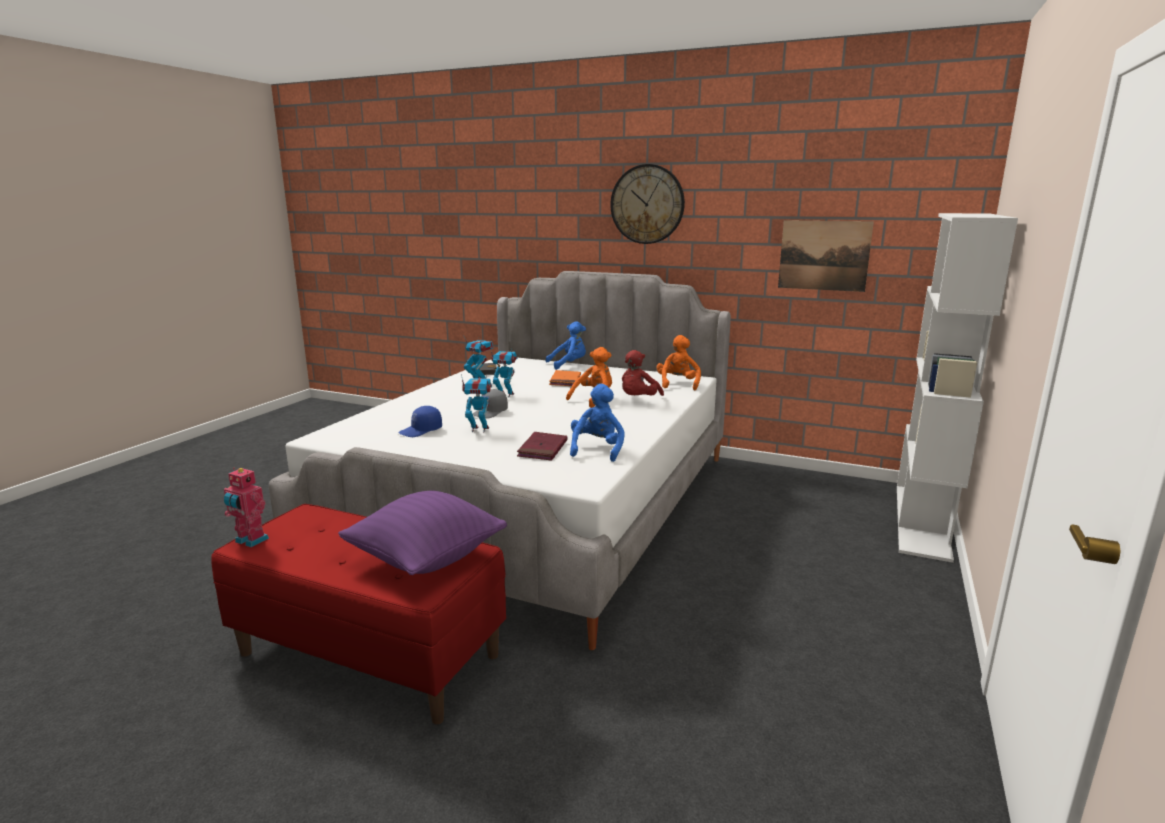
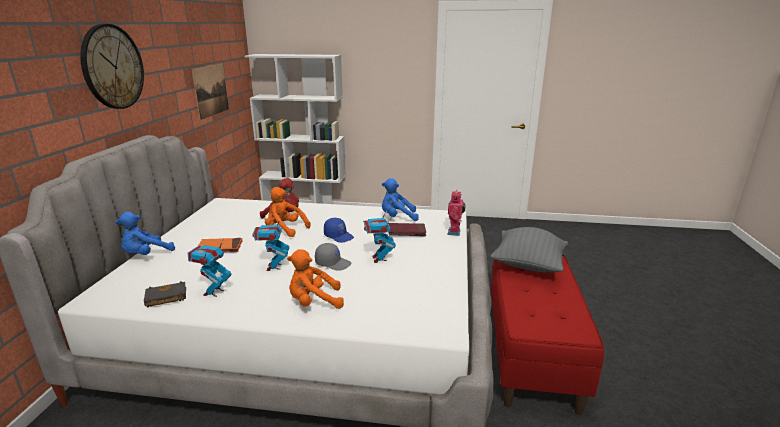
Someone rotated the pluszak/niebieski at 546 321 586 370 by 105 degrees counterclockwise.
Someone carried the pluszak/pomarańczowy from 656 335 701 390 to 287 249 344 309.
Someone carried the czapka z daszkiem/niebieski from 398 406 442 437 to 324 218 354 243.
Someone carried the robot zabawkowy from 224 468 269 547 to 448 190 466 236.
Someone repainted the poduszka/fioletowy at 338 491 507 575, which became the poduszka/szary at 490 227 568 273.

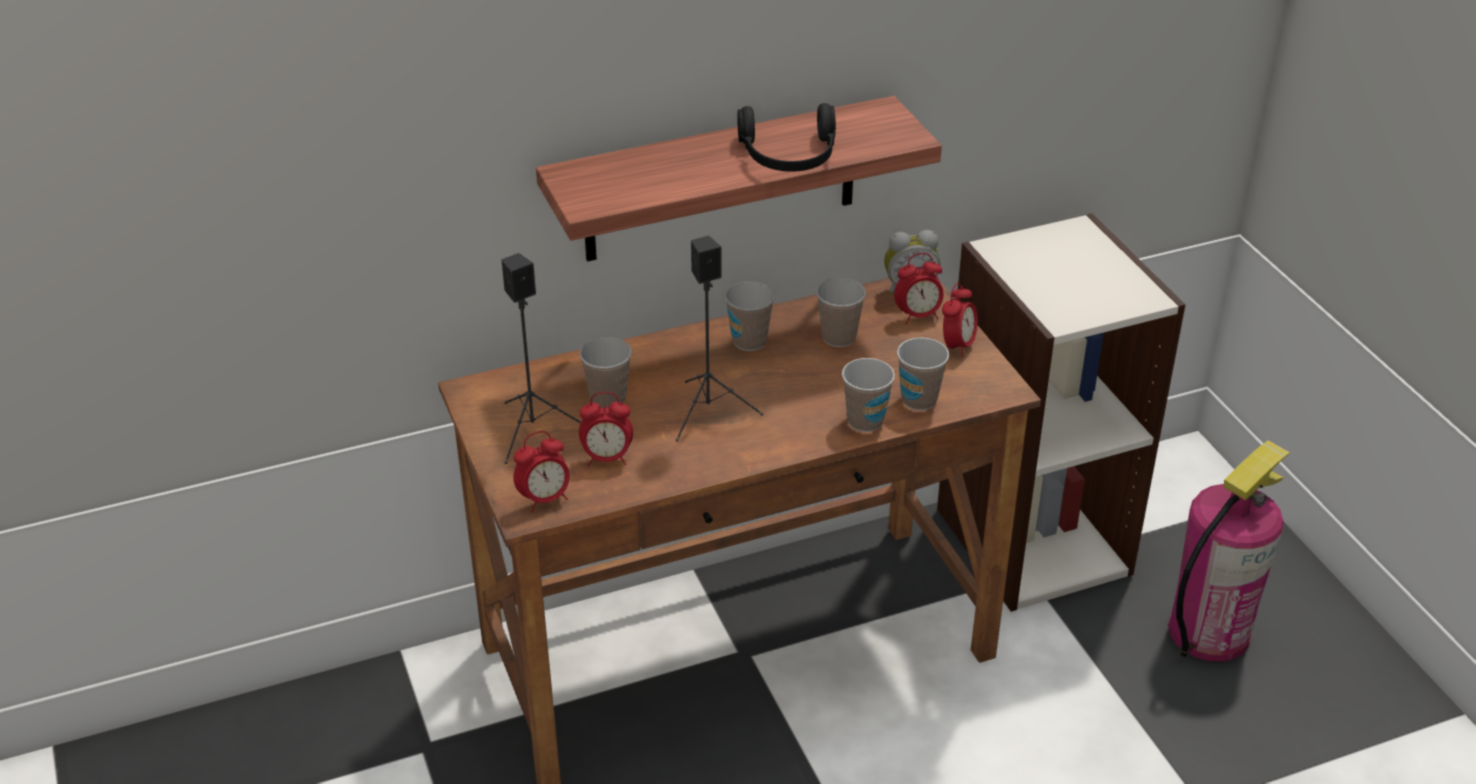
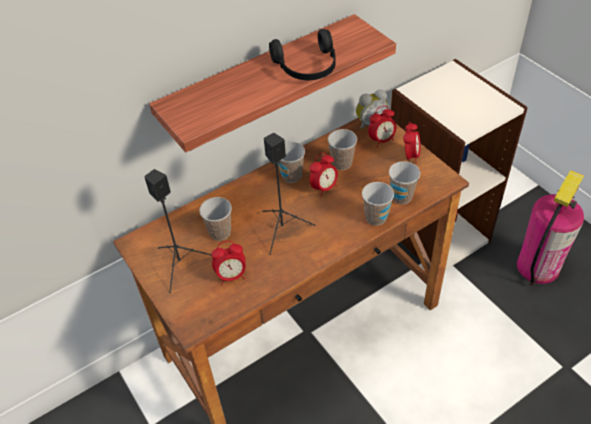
Someone carried the budzik from 513 431 570 512 to 310 152 338 197.

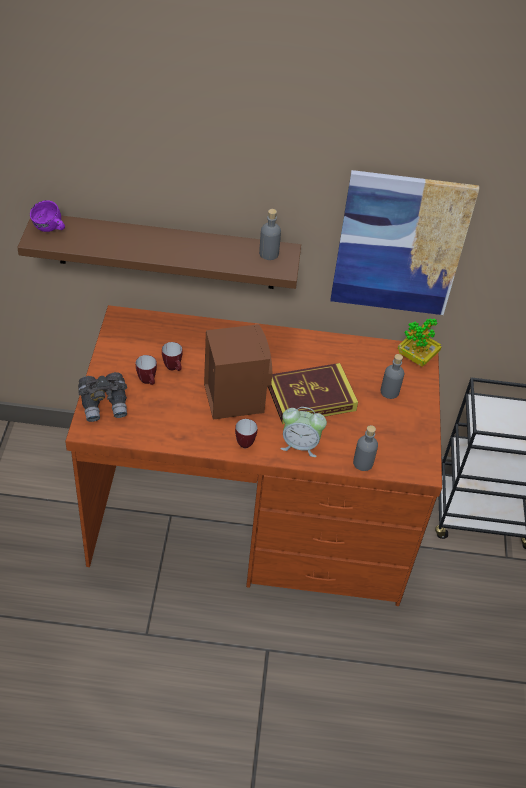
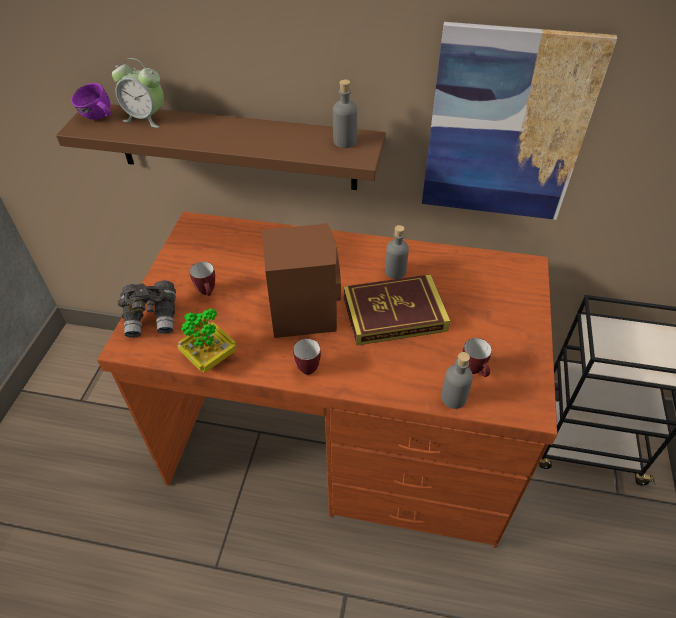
Someone carried the roślina doniczkowa from 398 319 441 367 to 177 309 237 373.
Someone carried the kubek from 162 342 183 371 to 463 338 492 377.
Someone carried the butelka/szary from 381 354 404 399 to 385 225 409 279.
Someone carried the budzik from 280 407 327 457 to 112 58 164 128.

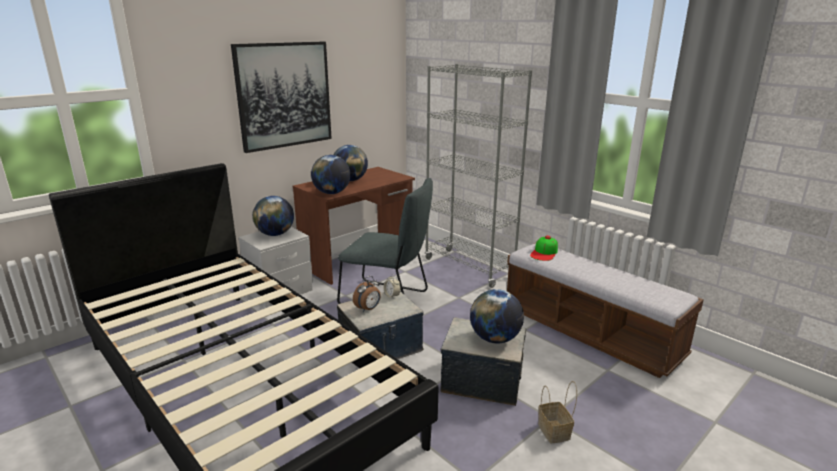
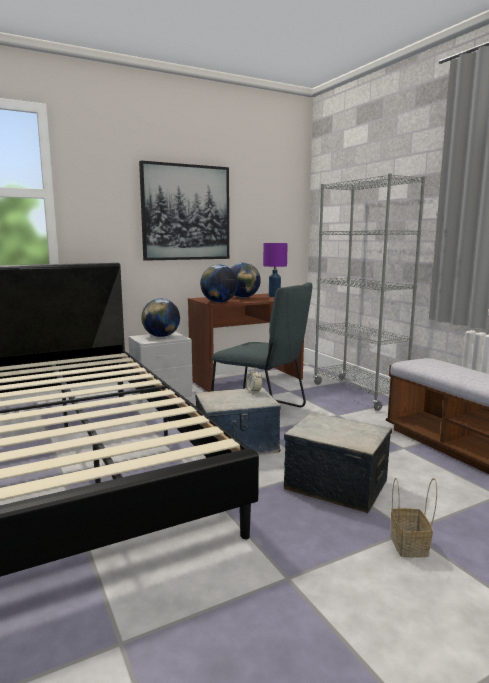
Someone took away the czapka z daszkiem at 530 236 558 261.
Someone took away the budzik at 353 276 381 312.
Someone took away the globus at 470 289 524 343.
Someone put down the lampa stołowa/fioletowy at 263 243 288 297.

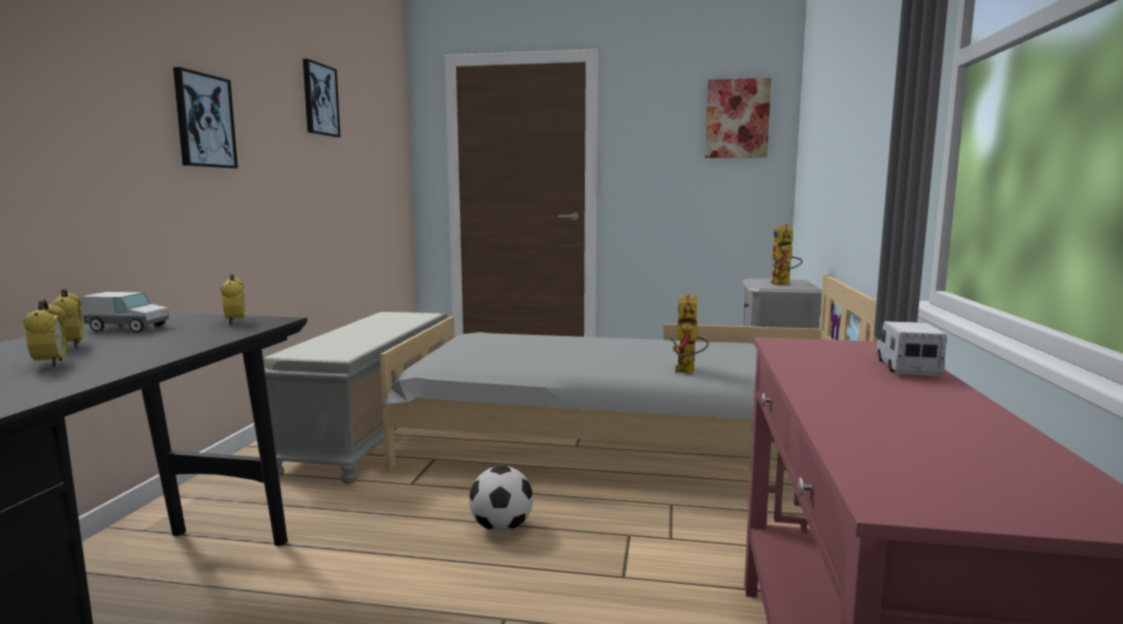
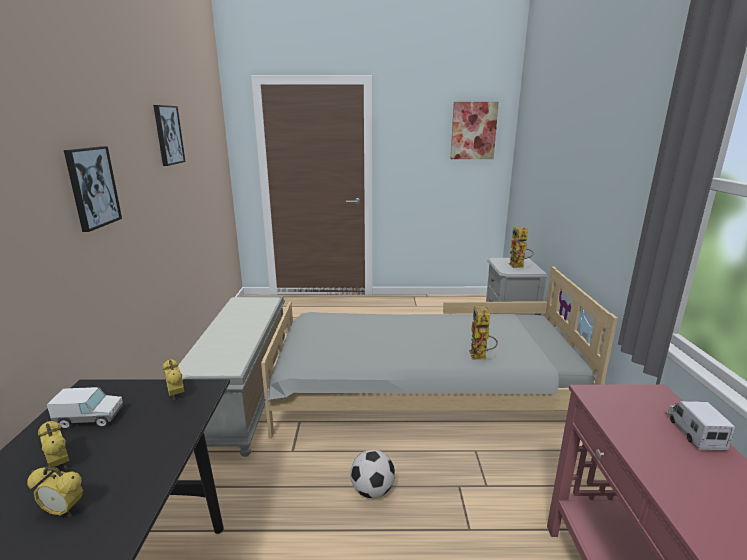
Someone rotated the budzik at 23 299 67 367 by 135 degrees clockwise.

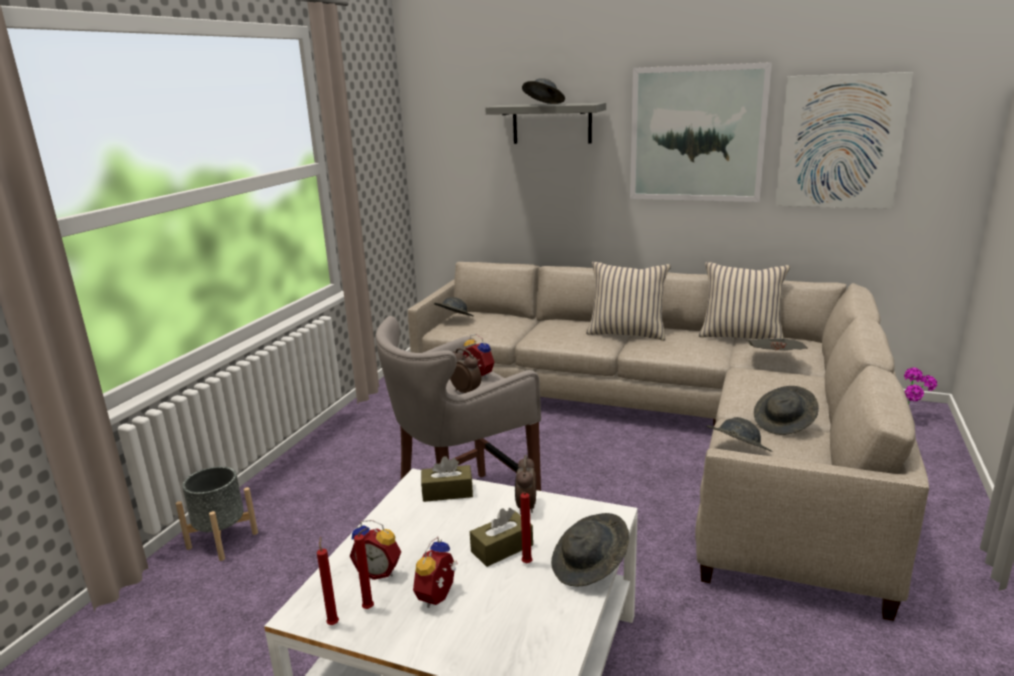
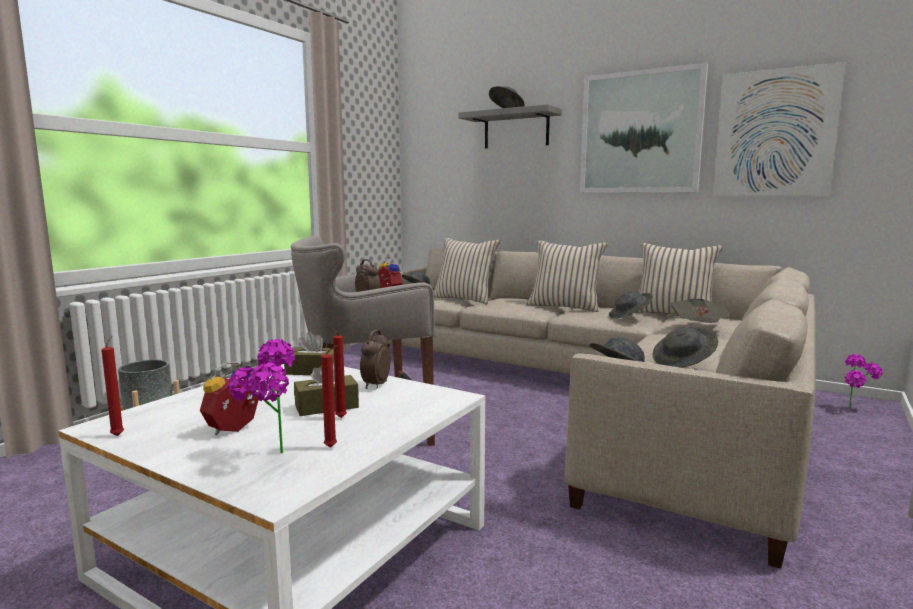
Someone carried the kapelusz/szary from 551 513 629 586 to 609 291 653 319.
Someone took away the budzik at 350 520 401 580.
Someone carried the świeca/czerwony from 354 528 374 609 to 321 345 337 448.
Someone put down the poduszka/beżowy at 433 238 500 305.
Someone put down the roślina doniczkowa at 228 339 295 453.

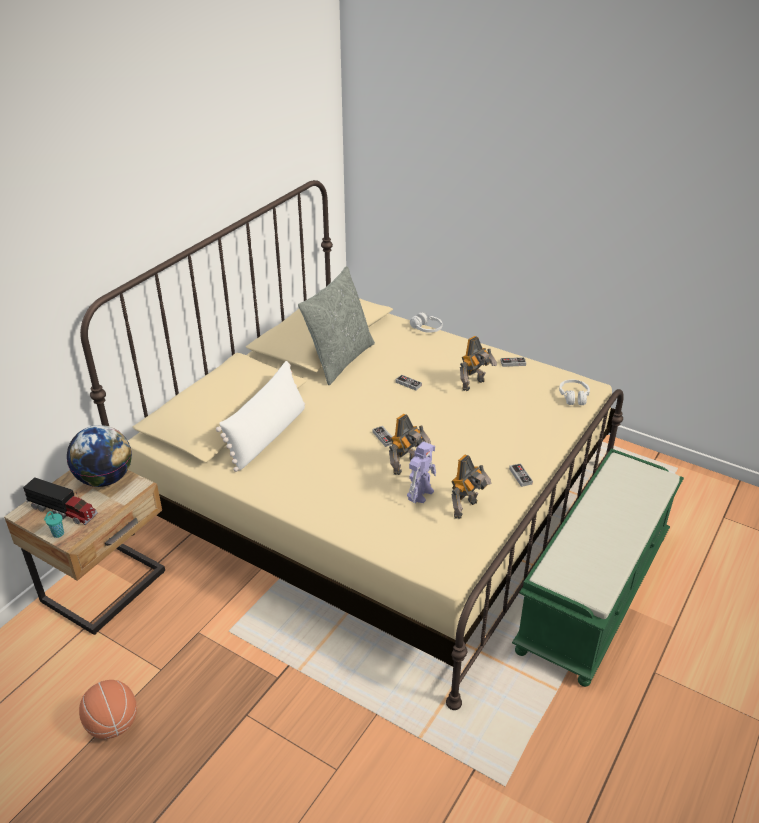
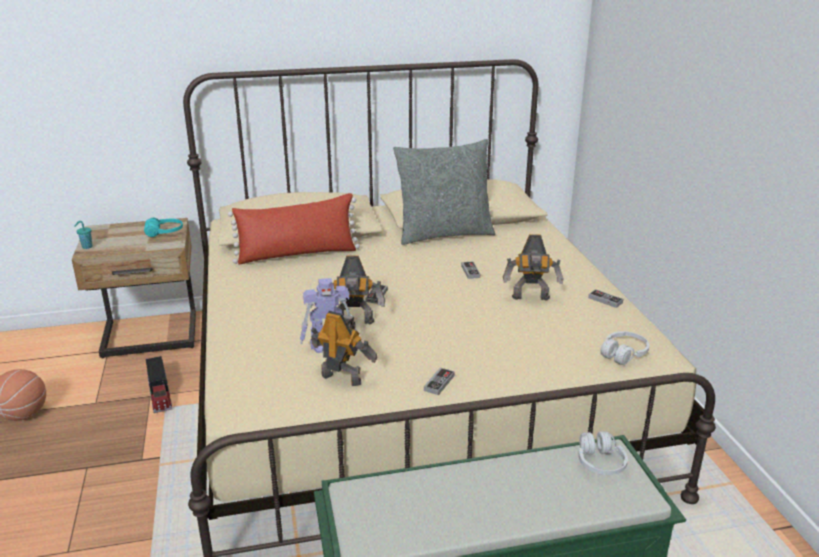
Someone carried the słuchawki/biały from 410 312 443 333 to 578 431 628 475.
Someone repainted the poduszka/biały at 216 361 305 472, which became the poduszka/czerwony at 228 193 360 264.
Someone swapped the globus at 67 425 132 487 for the słuchawki/turkusowy at 144 218 183 237.
Someone rotated the robot zabawkowy at 451 455 492 519 by 150 degrees counterclockwise.
Someone carried the ciężarówka zabawkowa from 23 477 98 525 to 146 356 172 413.

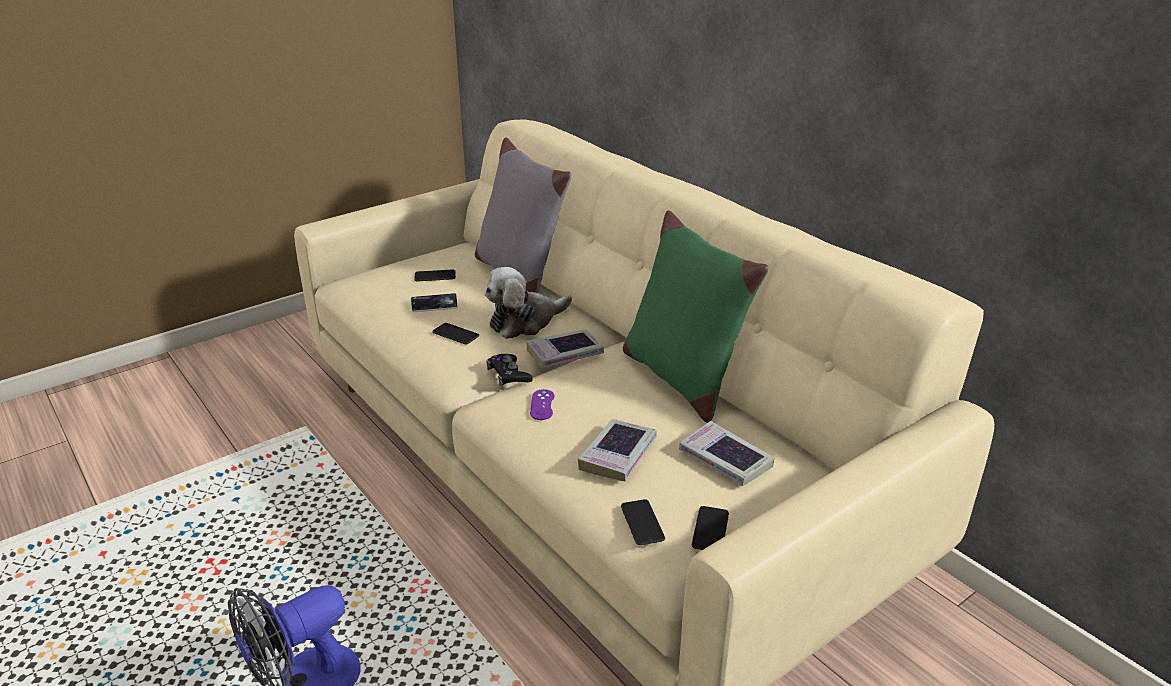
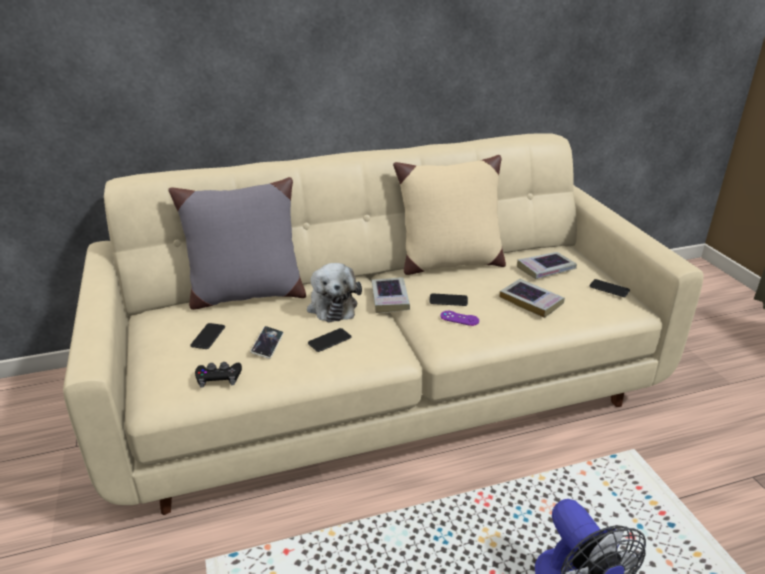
Someone repainted the poduszka/zielony at 623 210 768 423, which became the poduszka/beżowy at 393 155 506 275.
Someone carried the pad do gier/czarny from 486 354 533 386 to 195 362 242 388.
Someone carried the telefon from 621 499 665 545 to 429 293 468 306.

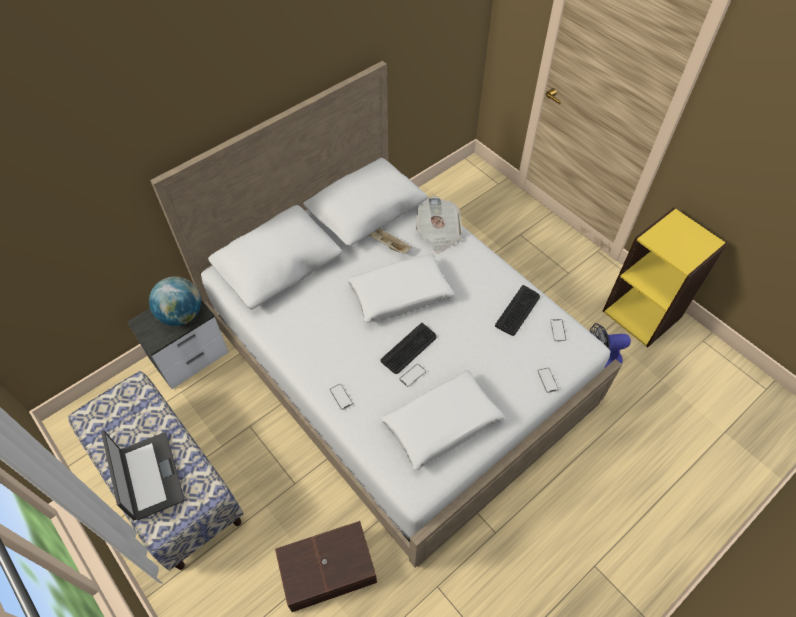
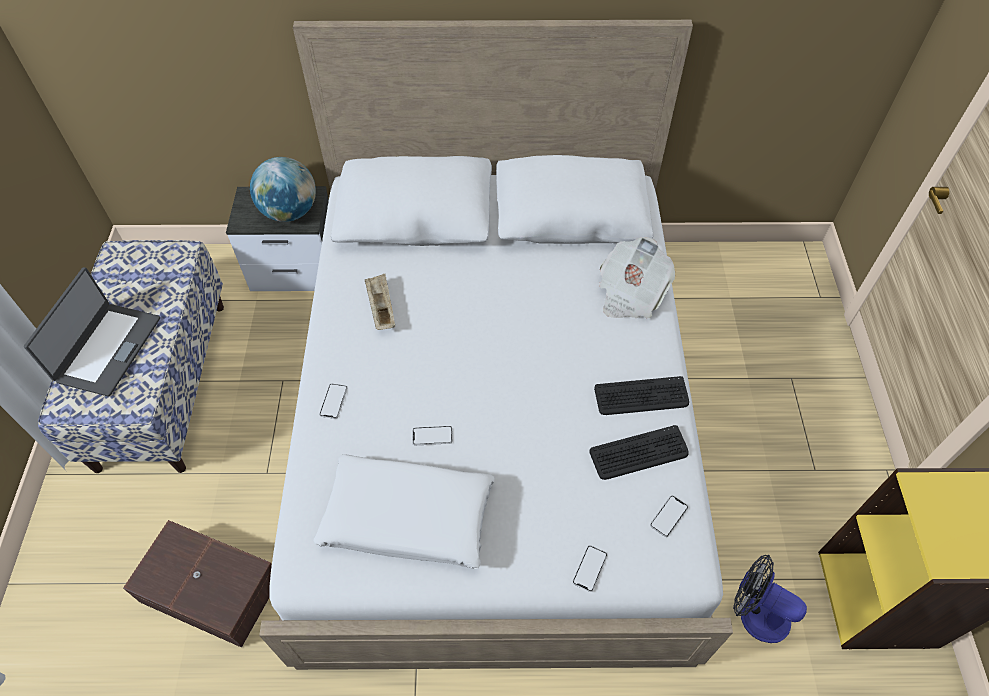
Someone carried the taca/beżowy from 369 228 411 254 to 365 273 395 330.
Someone took away the poduszka/biały at 347 254 455 323.
Someone carried the klawiatura from 381 323 437 374 to 594 376 689 415.

